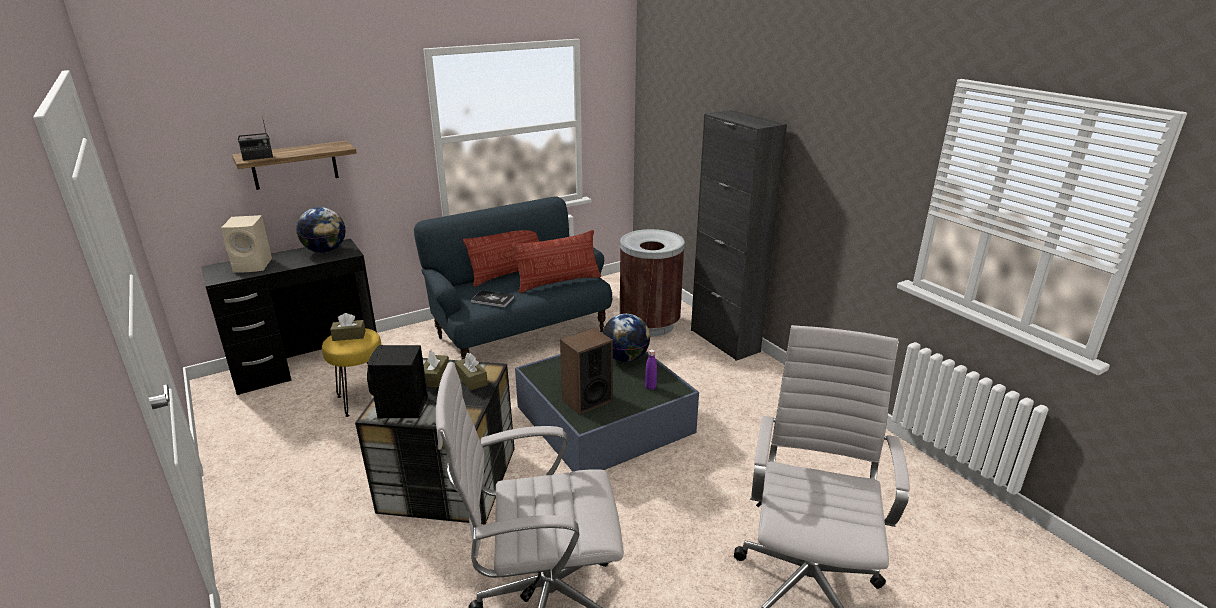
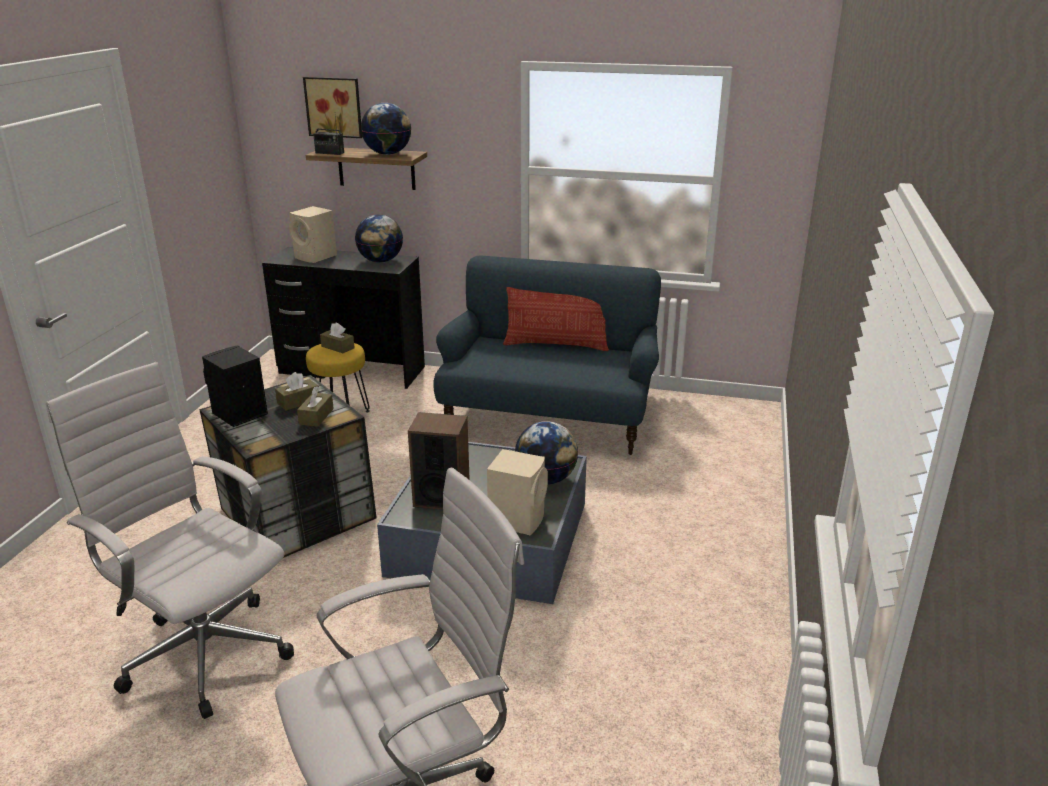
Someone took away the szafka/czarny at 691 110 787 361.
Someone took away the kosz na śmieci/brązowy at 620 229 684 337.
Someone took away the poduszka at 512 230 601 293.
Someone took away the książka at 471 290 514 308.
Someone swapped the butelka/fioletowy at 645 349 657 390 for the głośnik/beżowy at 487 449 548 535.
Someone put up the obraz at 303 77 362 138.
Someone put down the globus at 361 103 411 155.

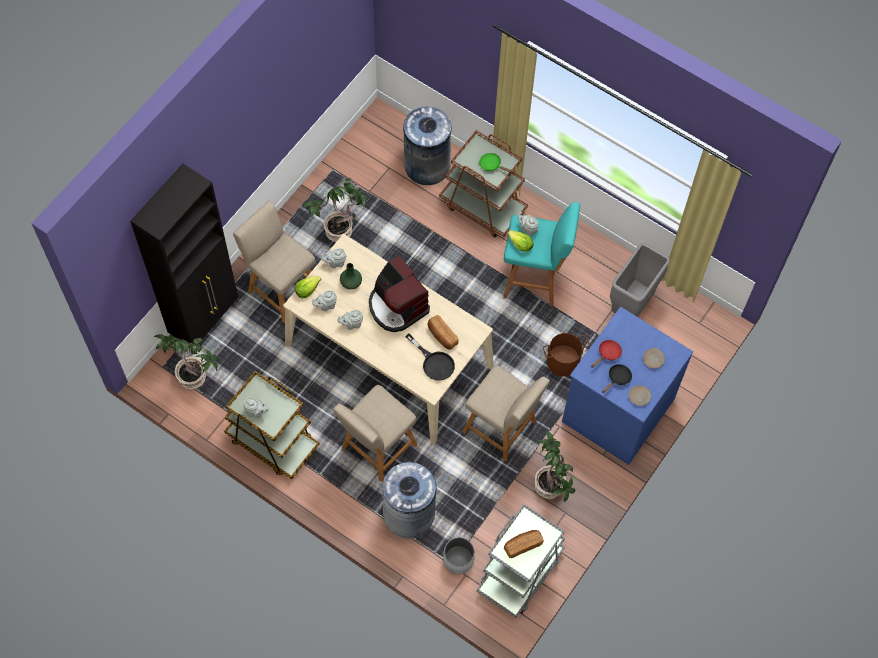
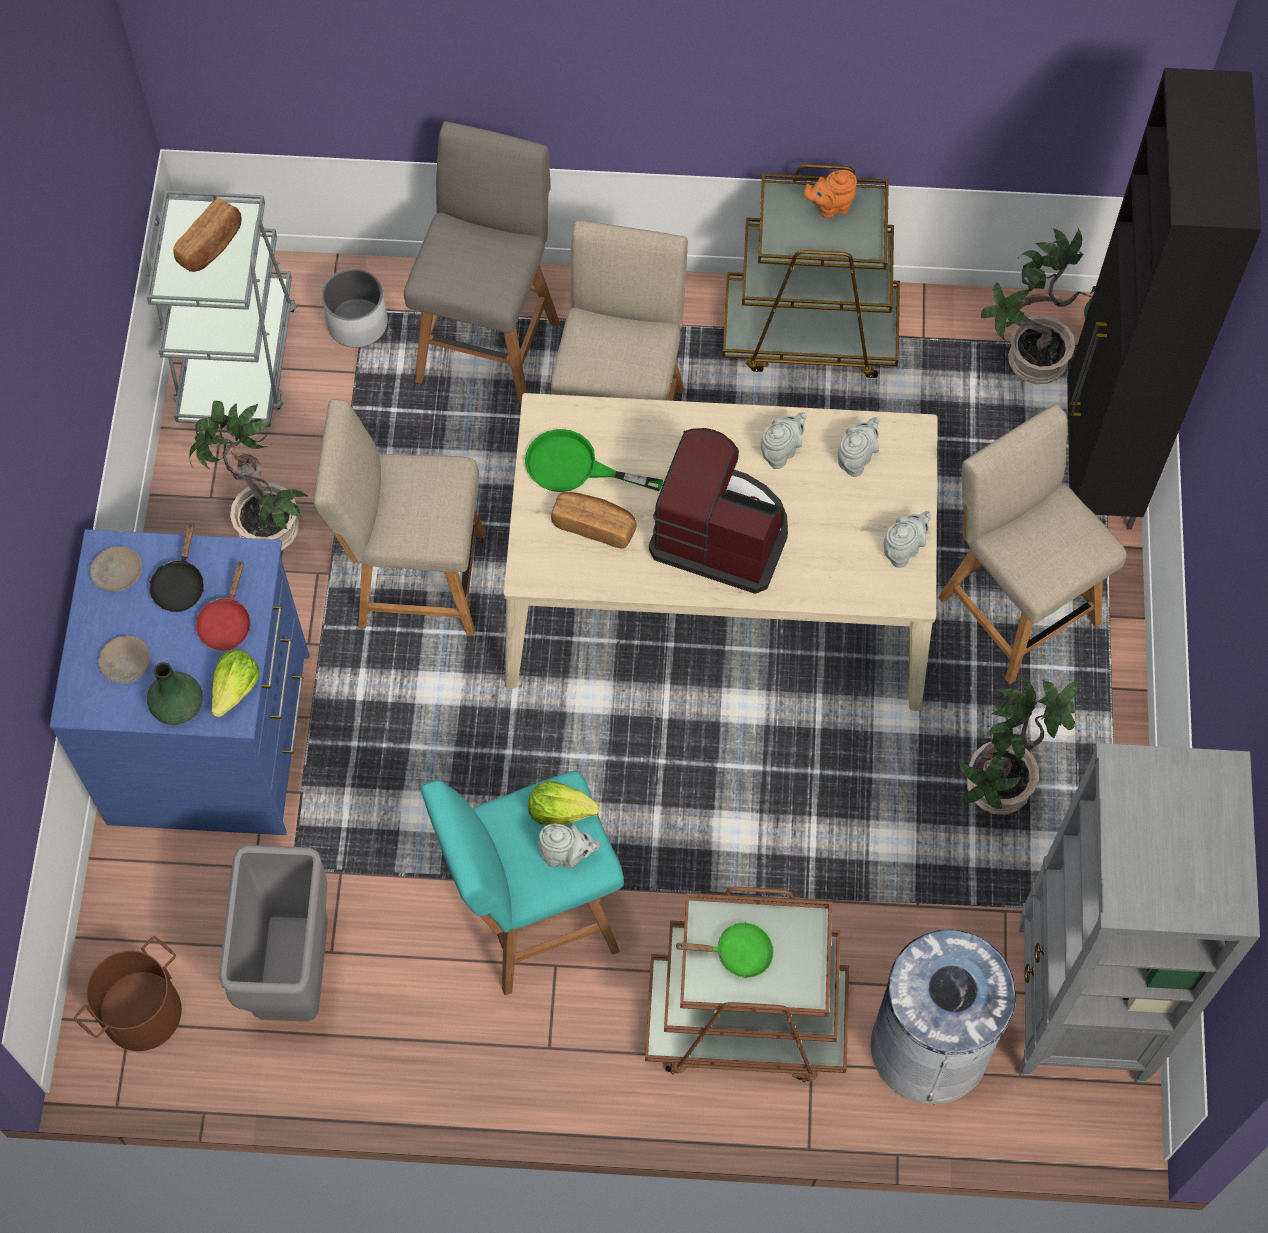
Someone rotated the krzesło/beżowy at 233 201 316 323 by 135 degrees counterclockwise.
Someone carried the wazon/zielony from 340 263 362 290 to 147 662 203 725.
Someone carried the sałata from 295 276 321 299 to 211 649 260 718.
Someone repainted the patelnia/czarny at 405 333 455 381, which became the patelnia/zielony at 525 429 663 492.
Someone carried the wiadro/brązowy from 543 333 590 377 to 74 936 182 1051.
Someone repainted the imbryk/szary at 244 398 269 418, which became the imbryk/pomarańczowy at 804 170 857 218.
Someone swapped the kosz na śmieci/szary at 382 462 437 539 for the stołek/szary at 404 121 559 409.
Someone put down the regał/szary at 1018 743 1260 1083.

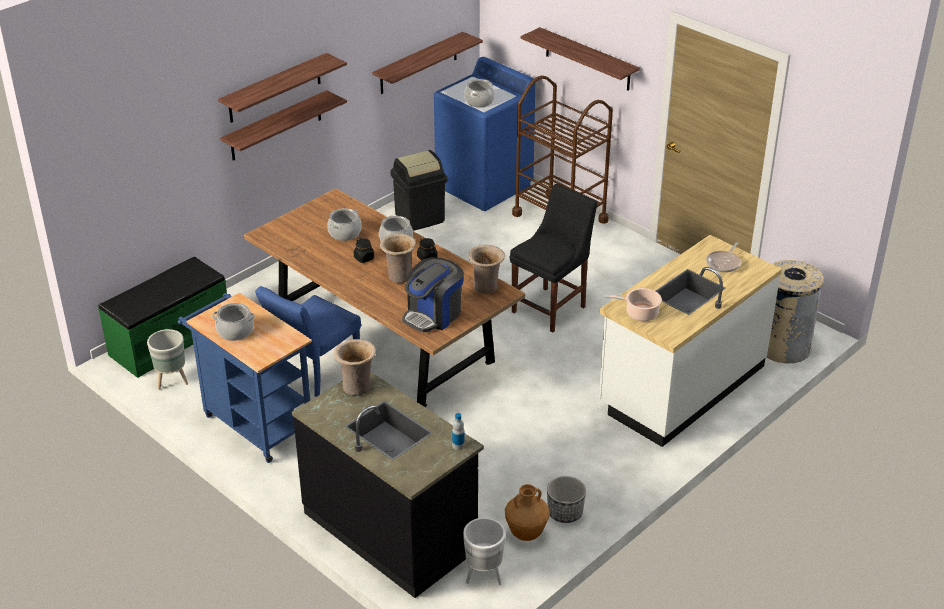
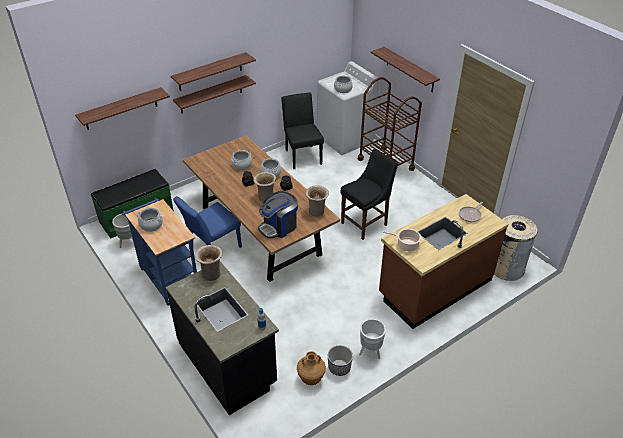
Someone carried the półka from 372 32 483 94 to 75 87 170 130.
Someone repainted the pralka/niebieski at 434 57 535 211, which became the pralka/biały at 317 61 379 155.
Someone swapped the kosz na śmieci/czarny at 391 150 447 231 for the krzesło/czarny at 281 92 324 169.
Someone repainted the zabudowa kuchenna/biały at 599 235 782 447, which became the zabudowa kuchenna/brązowy at 379 194 508 329.
Someone carried the donica/biały from 463 518 506 585 to 359 319 386 359.

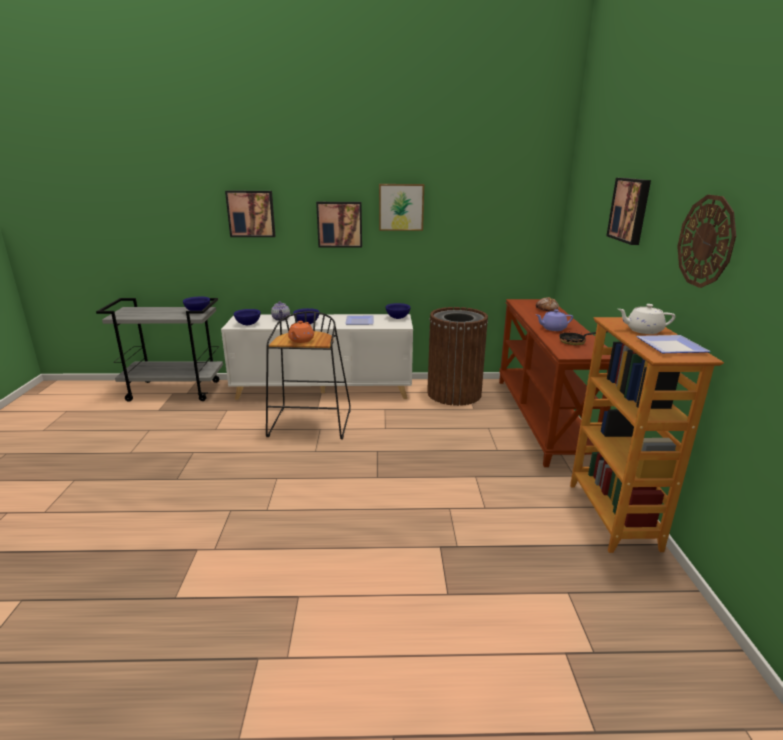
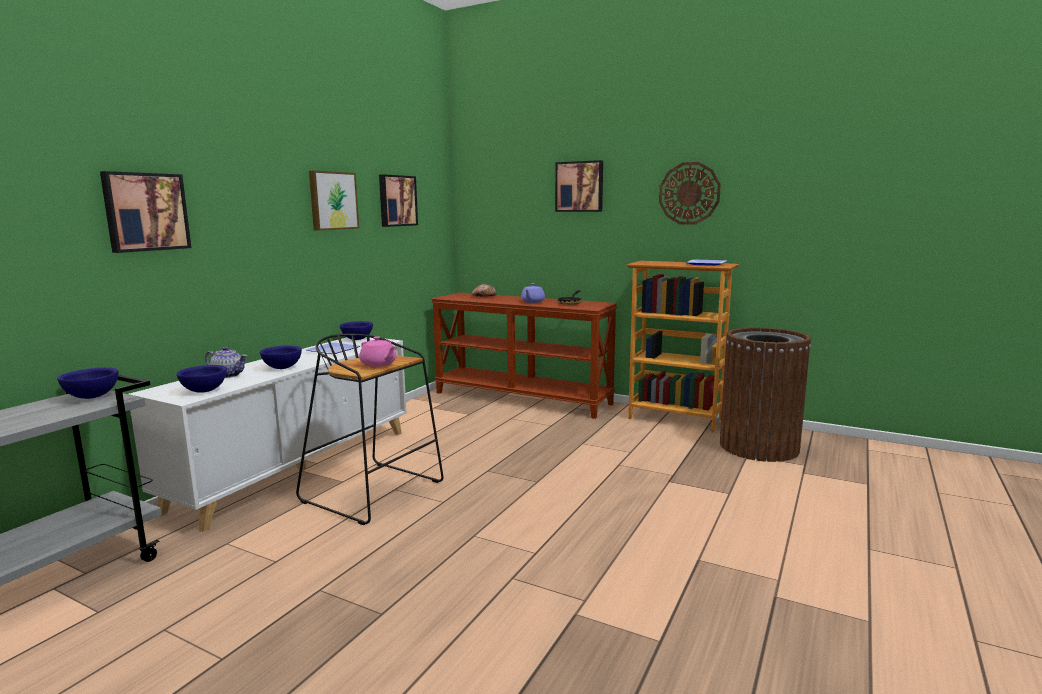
Someone carried the obraz from 316 202 362 248 to 379 174 418 227.
Someone took away the imbryk/biały at 618 304 676 334.
Someone carried the kosz na śmieci/brązowy from 427 307 488 406 to 720 327 811 462.
Someone repainted the imbryk/pomarańczowy at 288 321 314 343, which became the imbryk/różowy at 359 336 396 367.

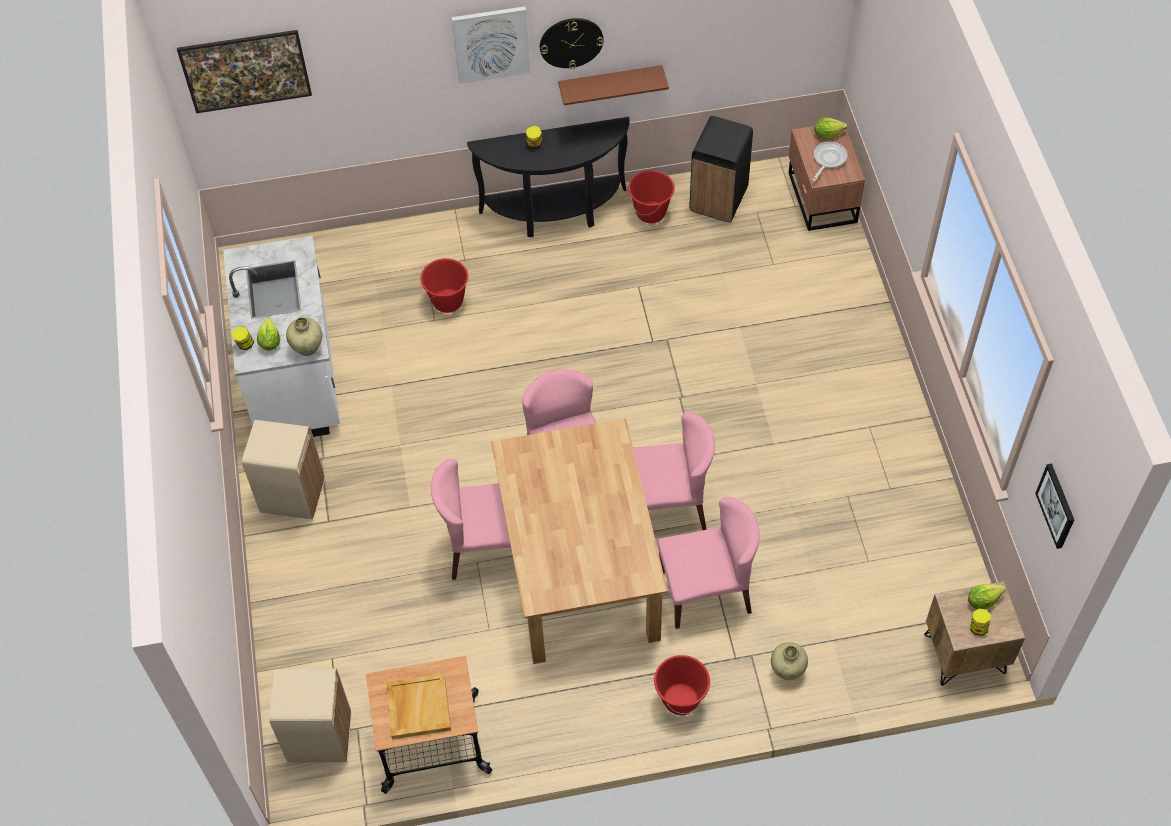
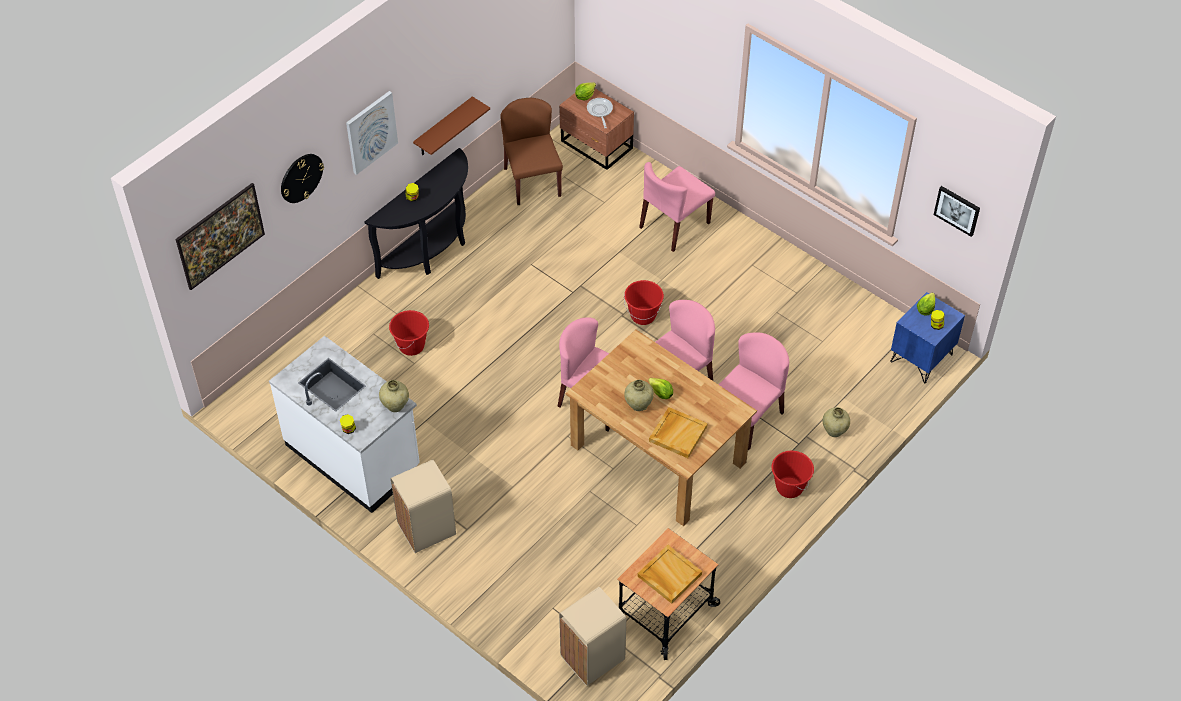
Someone carried the zegar ścienny from 540 18 604 69 to 281 154 324 203.
Someone swapped the kosz na śmieci/czarny at 689 116 753 222 for the krzesło/brązowy at 501 98 563 205.
Someone carried the wiadro/czerwony from 628 170 675 223 to 624 280 664 325.
Someone carried the sałata from 257 318 280 351 to 648 378 673 399.
Someone carried the krzesło/różowy from 431 459 511 580 to 639 162 715 252.
Someone repainted the szafka nocna/brązowy at 924 581 1025 686, which became the szafka nocna/niebieski at 890 292 965 383.
Someone put down the wazon/beżowy at 624 380 654 411.
Someone put down the taca/beżowy at 649 407 708 458.

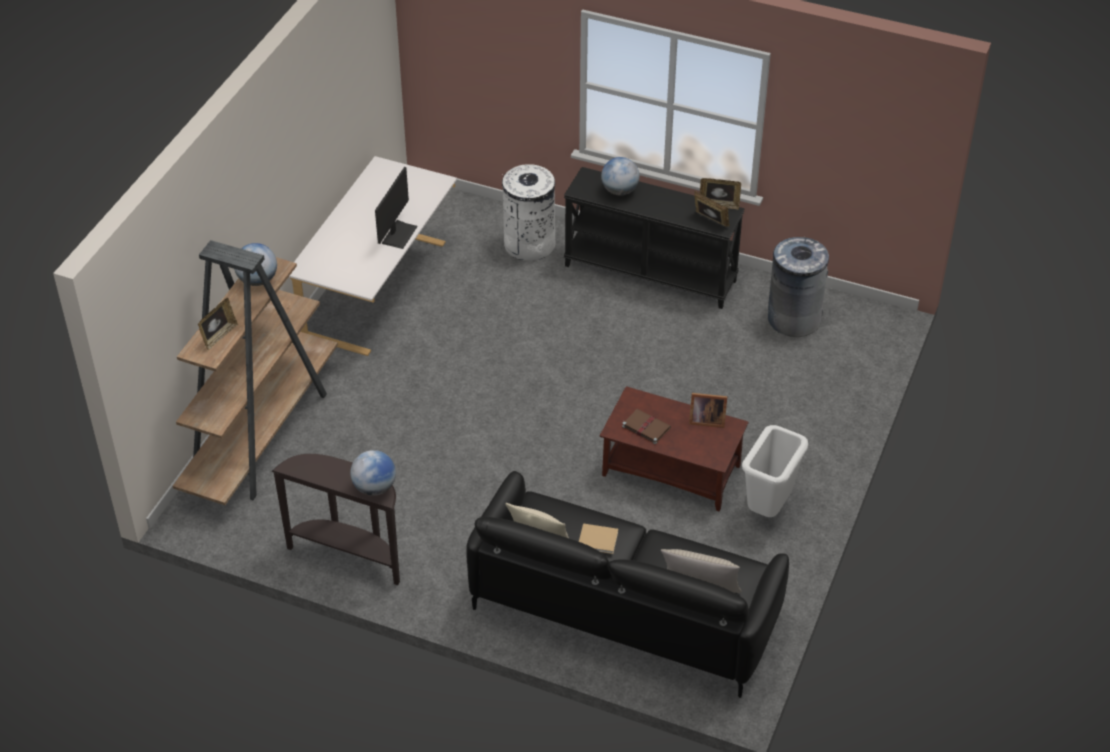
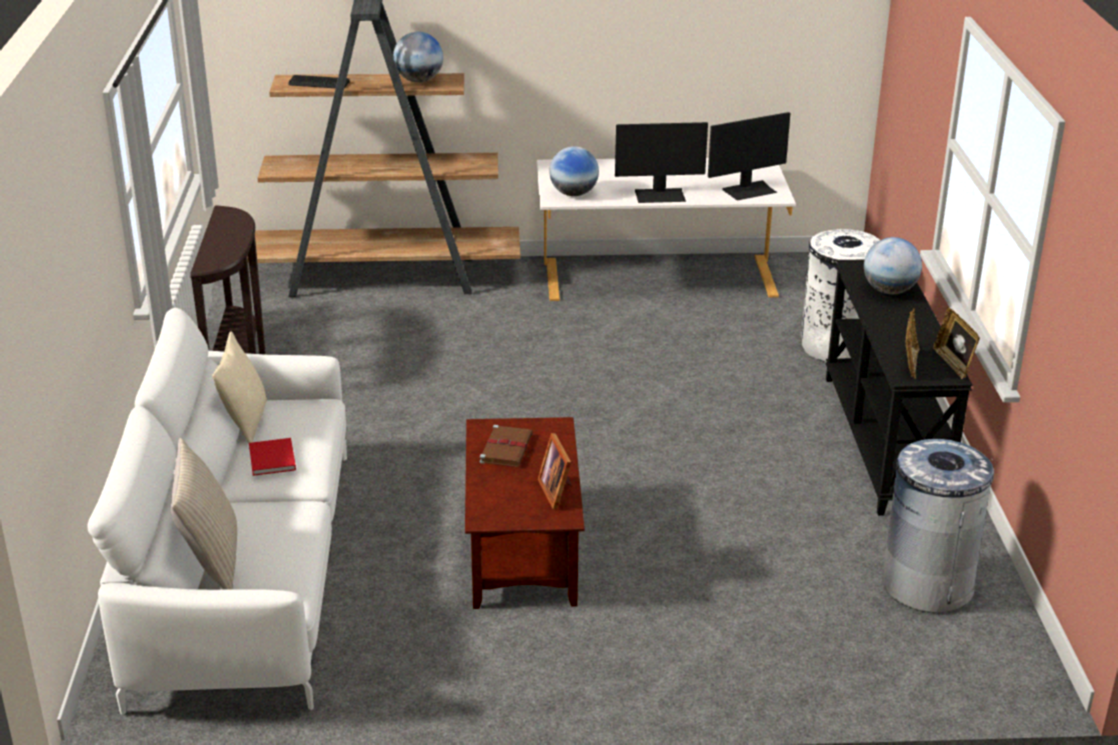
Someone swapped the ramka na zdjęcie at 198 298 238 350 for the klawiatura at 288 75 350 88.
Someone took away the kosz na śmieci/biały at 742 425 808 517.
Someone carried the globus from 350 450 396 496 to 549 146 599 196.
Someone repainted the kanapa/czarny at 466 471 789 698, which became the kanapa/biały at 88 308 347 715.
Someone repainted the książka/beżowy at 579 523 618 554, which became the książka/czerwony at 249 438 296 476.
Someone put down the monitor at 708 112 790 201.

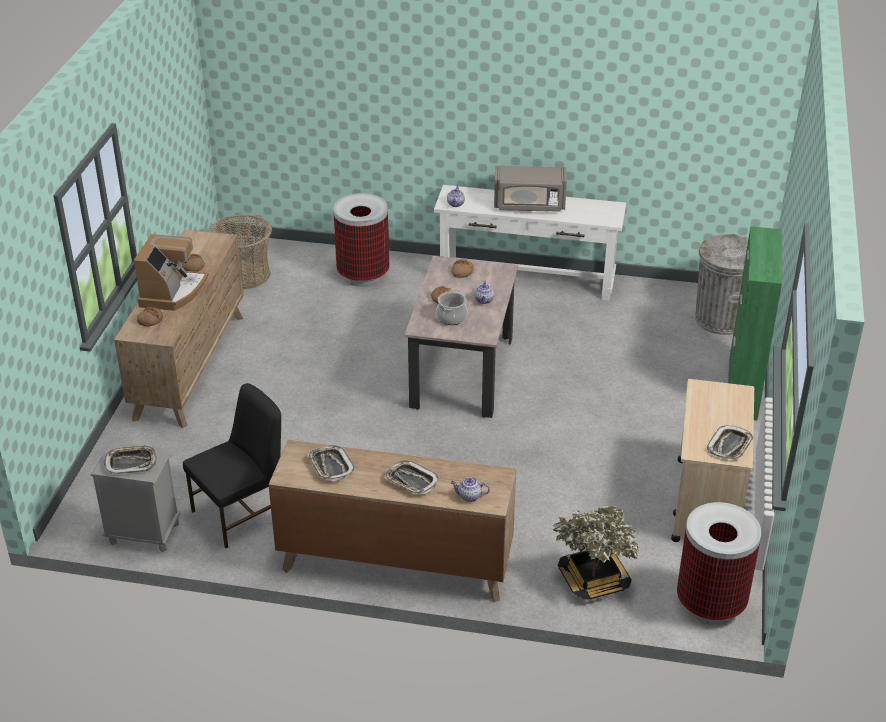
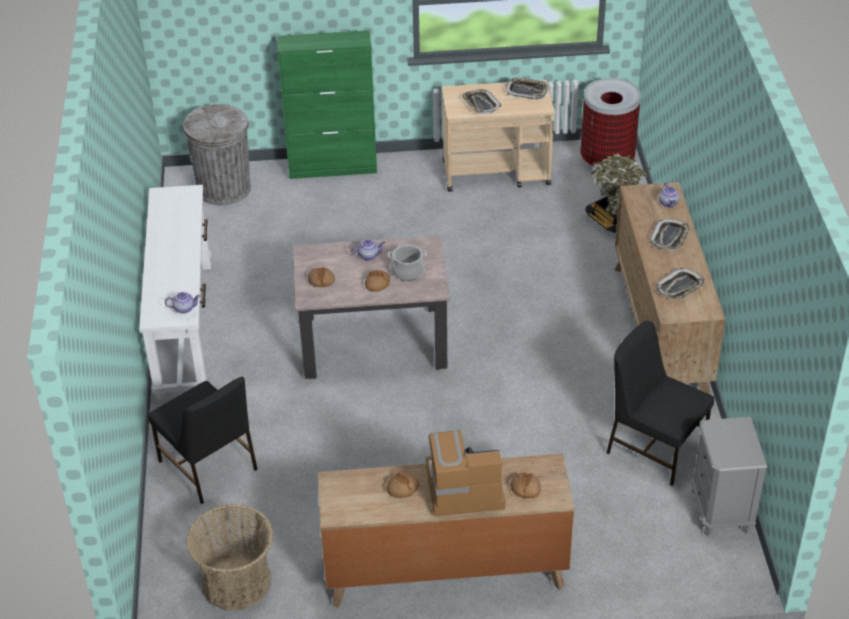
Someone took away the mikrofalówka/szary at 494 166 567 212.
Someone swapped the kosz na śmieci at 333 193 390 287 for the krzesło/czarny at 148 377 258 504.
Someone carried the taca from 104 445 157 474 to 461 89 502 114.

